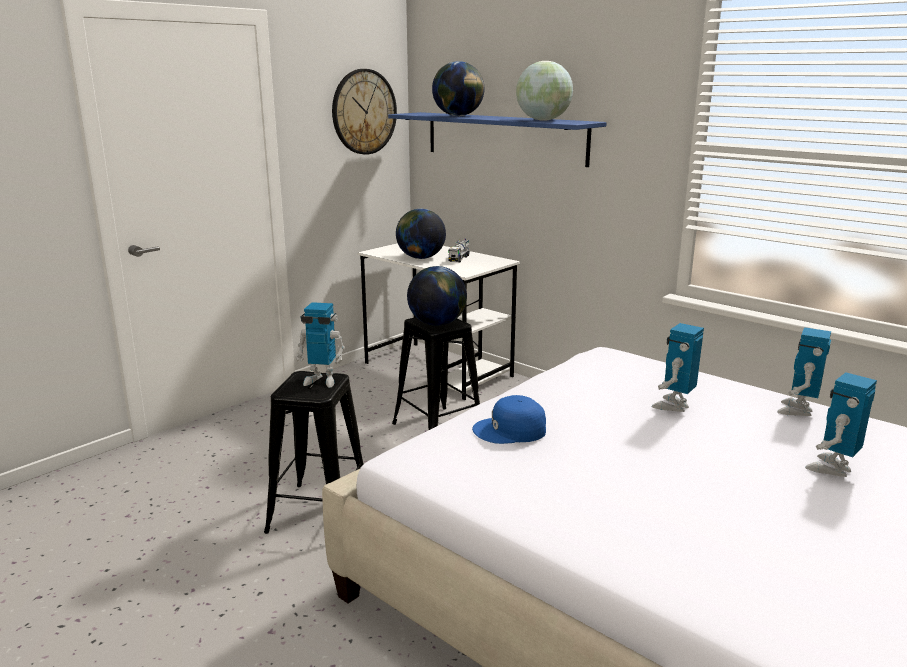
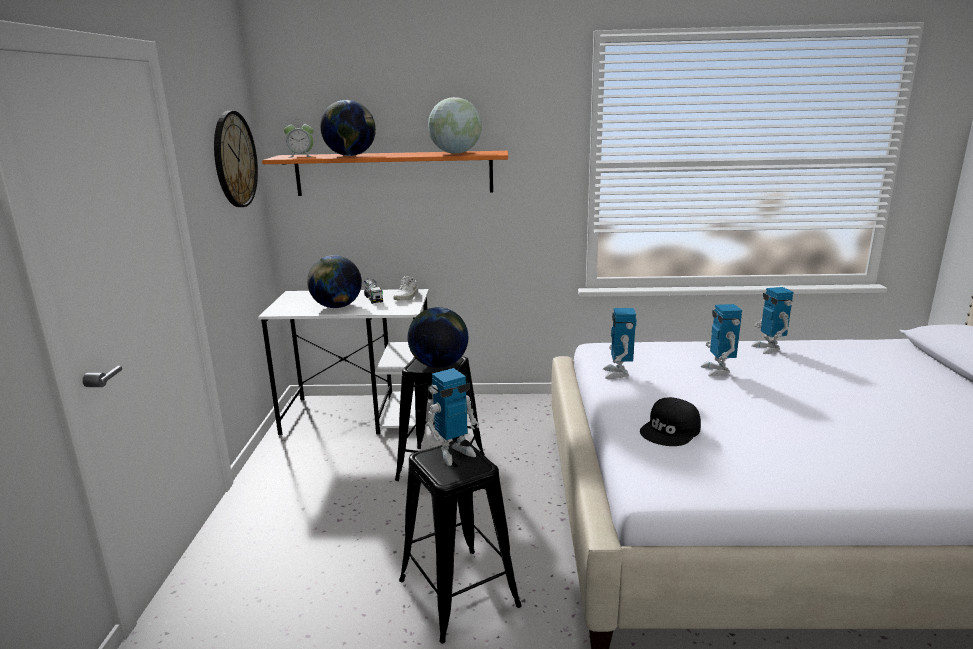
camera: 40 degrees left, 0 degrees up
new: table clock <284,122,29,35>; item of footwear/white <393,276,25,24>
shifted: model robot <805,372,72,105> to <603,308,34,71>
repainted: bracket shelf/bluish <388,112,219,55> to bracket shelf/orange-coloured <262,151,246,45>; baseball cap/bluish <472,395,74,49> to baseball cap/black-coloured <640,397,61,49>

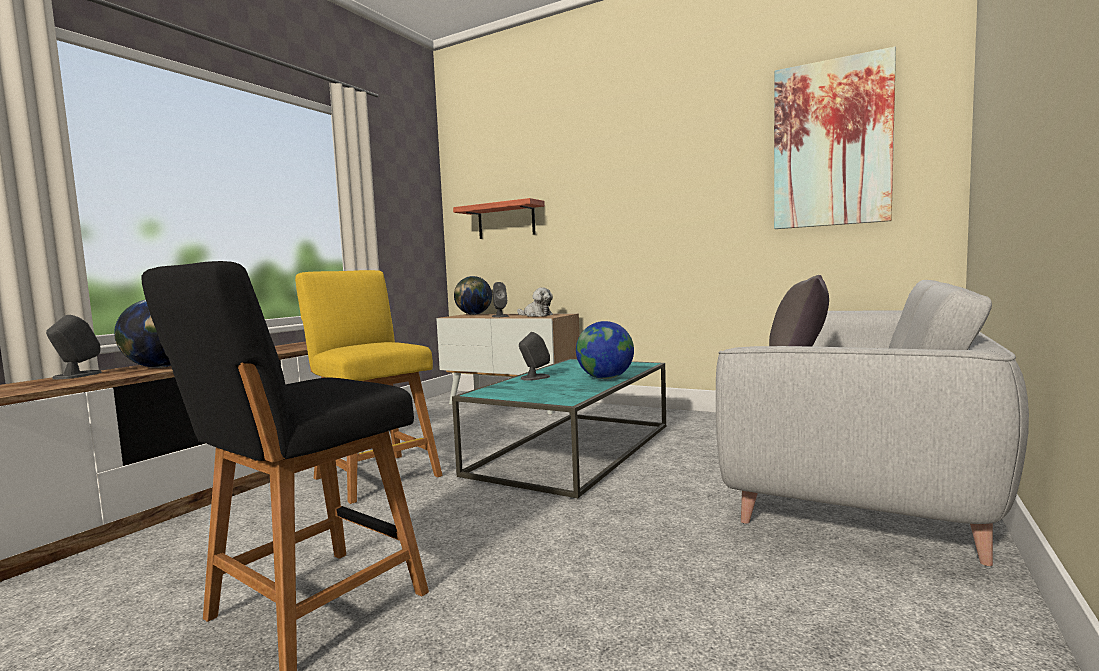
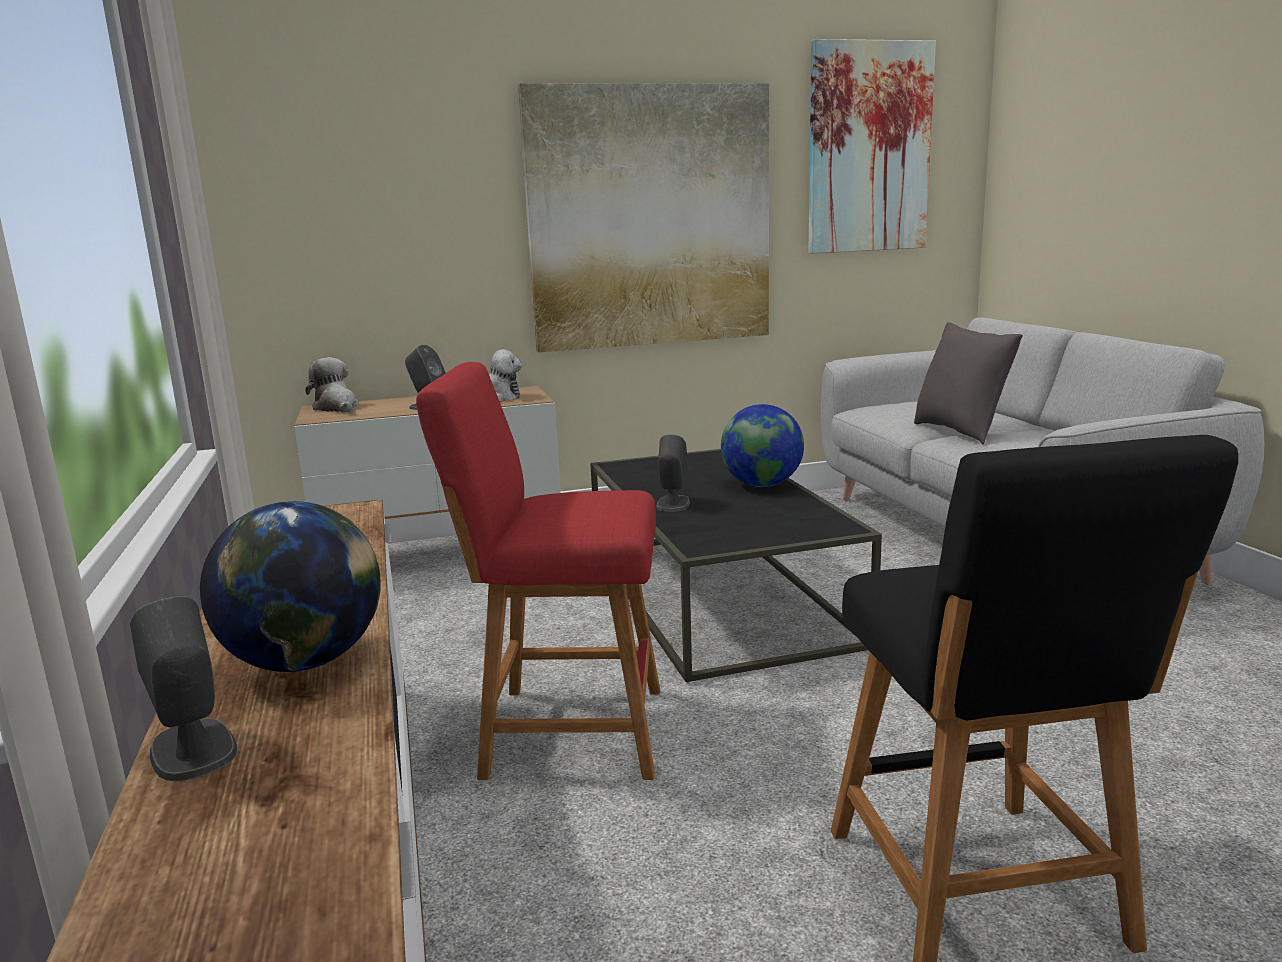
camera: 45 degrees left, 10 degrees up
gone: bracket shelf <453,198,92,41>
new: picture <518,83,251,269>
swapped: globe <454,276,38,39> to cuddly toy <305,357,54,56>
repainted: sitting stool/yellow <295,270,148,234> to sitting stool/red <416,362,244,418>; lounge table/blue-green <452,359,214,140> to lounge table/black-coloured <590,449,292,234>

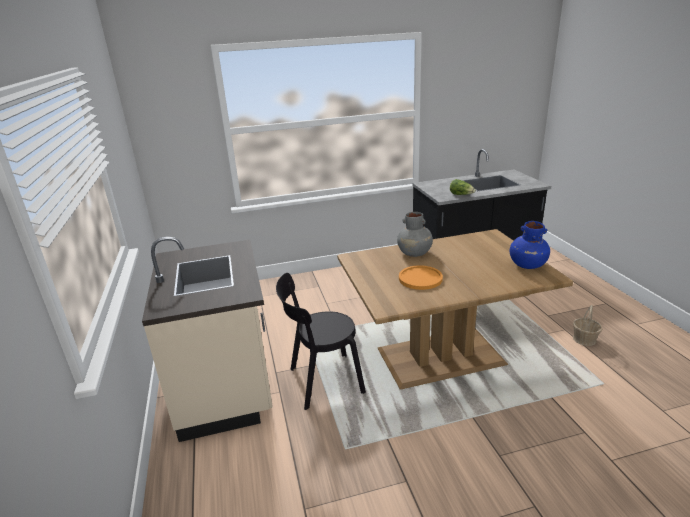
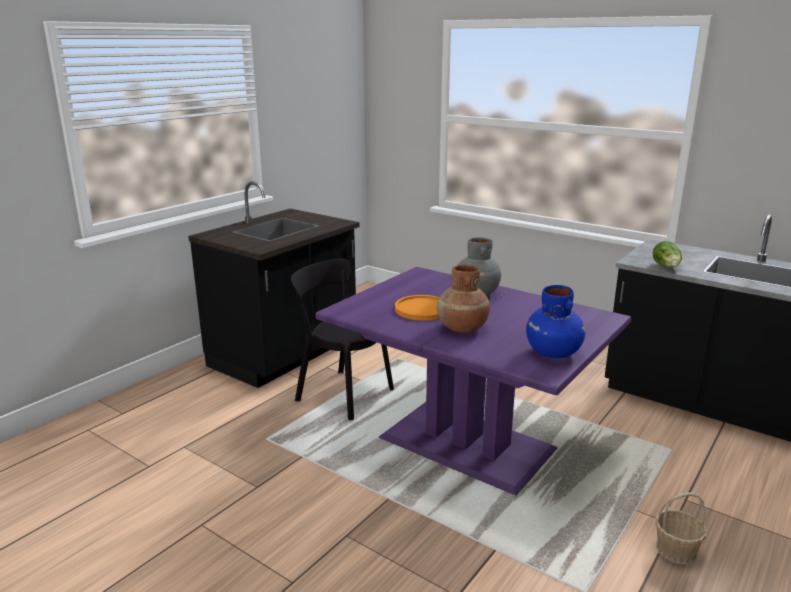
camera: 50 degrees right, 5 degrees down
new: vase/brown <437,265,53,68>
repainted: kitchen counter/beige-coloured <142,237,131,205> to kitchen counter/black-coloured <188,181,172,207>; dining table/brown <337,229,236,161> to dining table/purple <315,267,316,228>

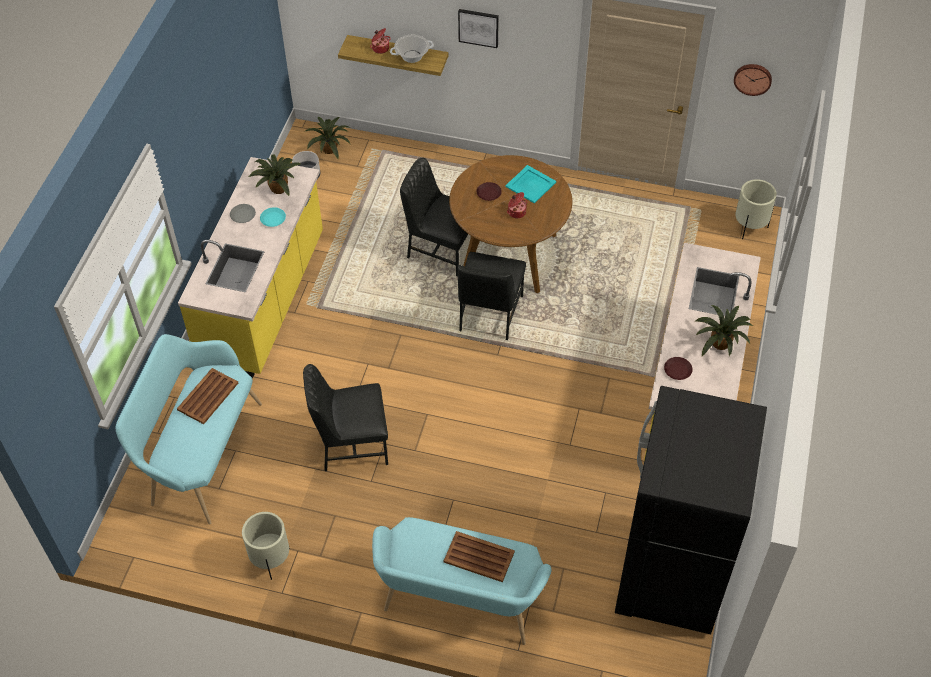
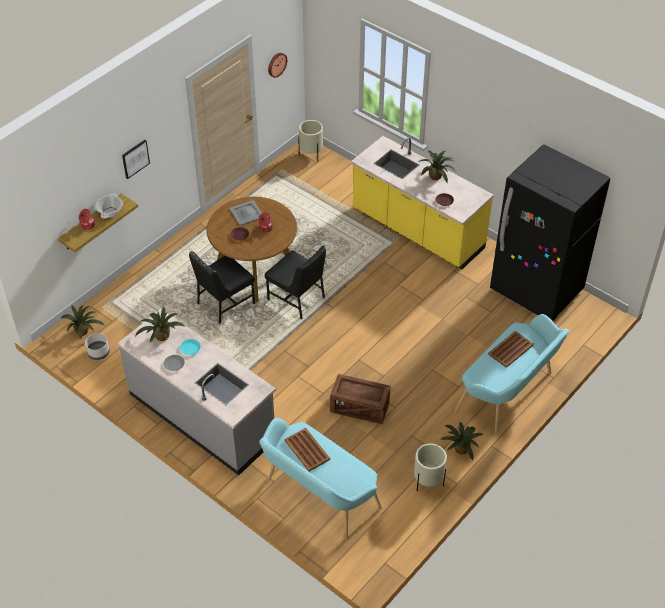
camera: 65 degrees left, 5 degrees down
new: plant in a pot <441,422,42,39>
swapped: plain chair/black-coloured <303,364,85,107> to packing crate <330,374,60,50>
repainted: kitchen counter/yellow <178,157,145,222> to kitchen counter/gray <118,309,158,166>; serving tray/blue-green <505,165,51,39> to serving tray/gray <229,200,33,26>

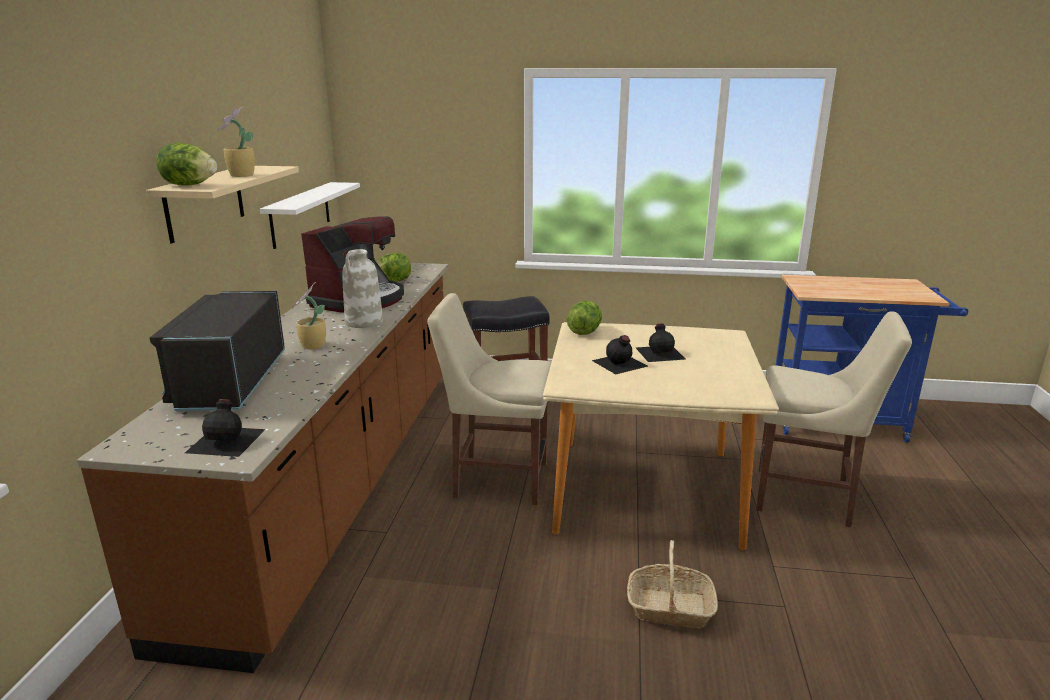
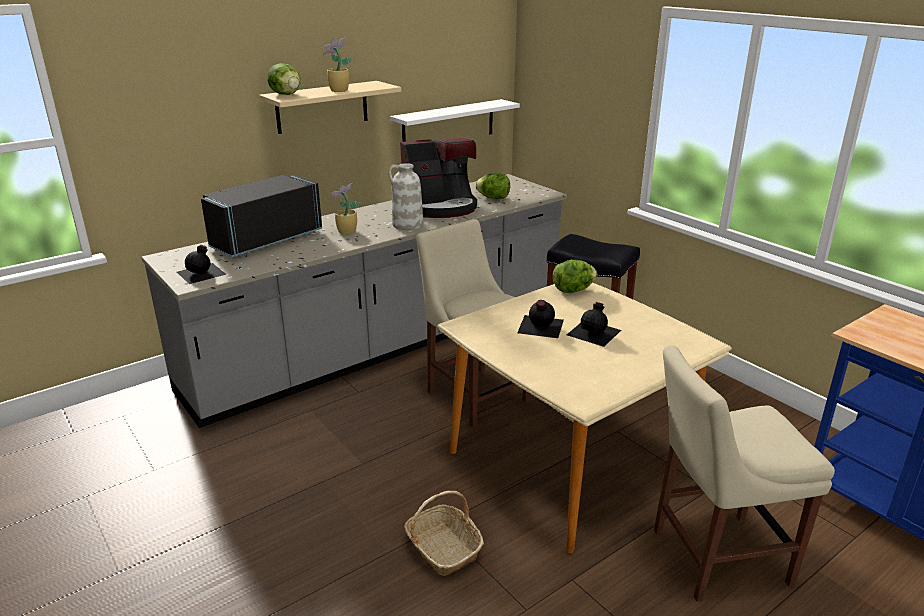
camera: 45 degrees right, 5 degrees up
repainted: kitchen counter/brown <77,263,371,410> to kitchen counter/gray <141,174,426,254>
rotated: plain chair/beige-coloured <756,311,156,216> = <654,345,181,257> 105 degrees clockwise

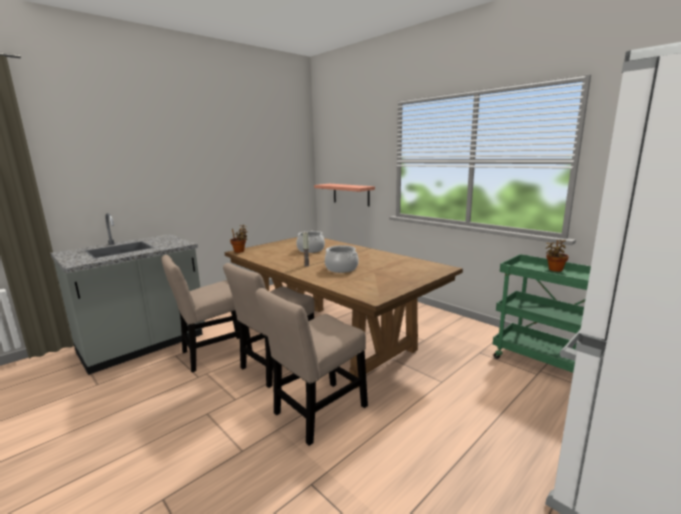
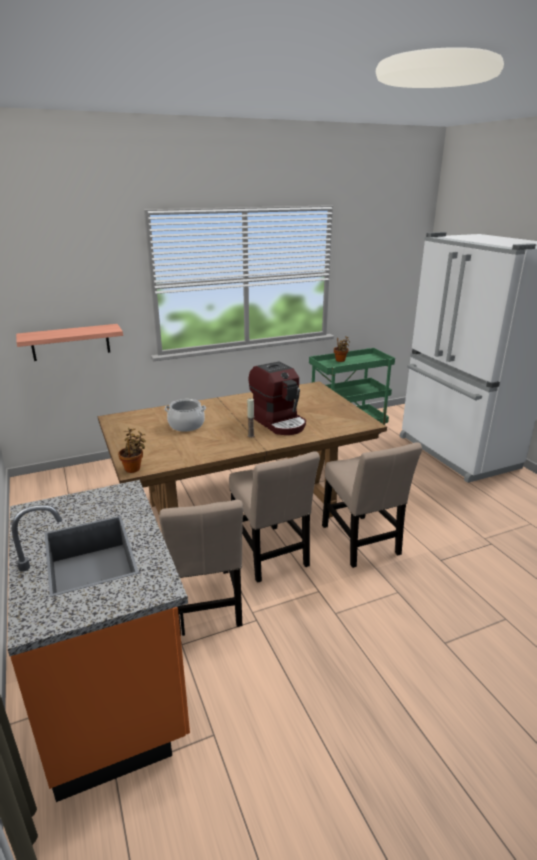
camera: 70 degrees left, 10 degrees up
swapped: cooking pot <325,245,34,28> to coffee maker <249,362,57,73>
repainted: kitchen counter/gray <50,213,155,162> to kitchen counter/orange-coloured <8,480,182,322>

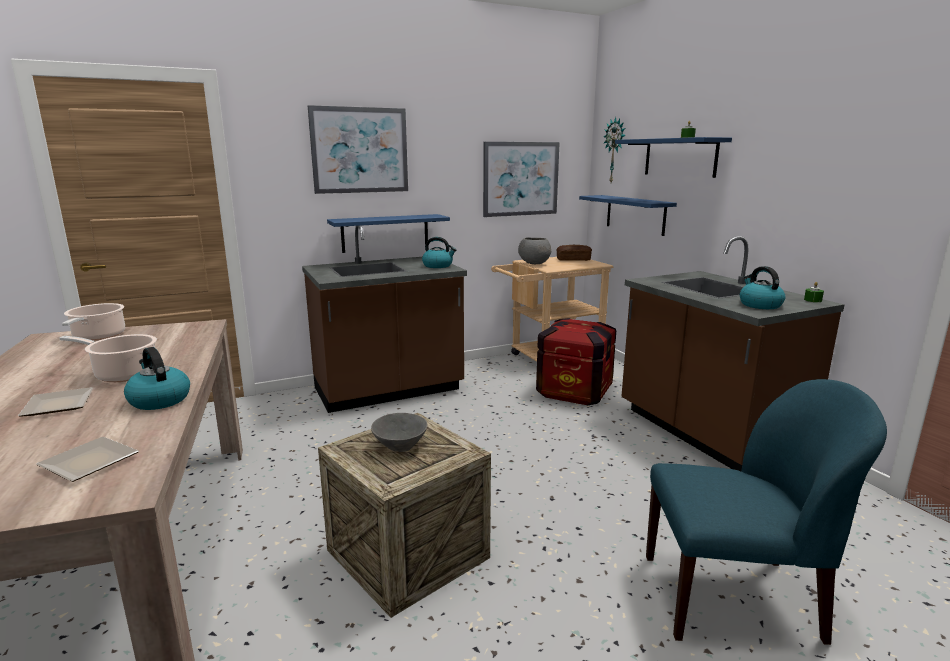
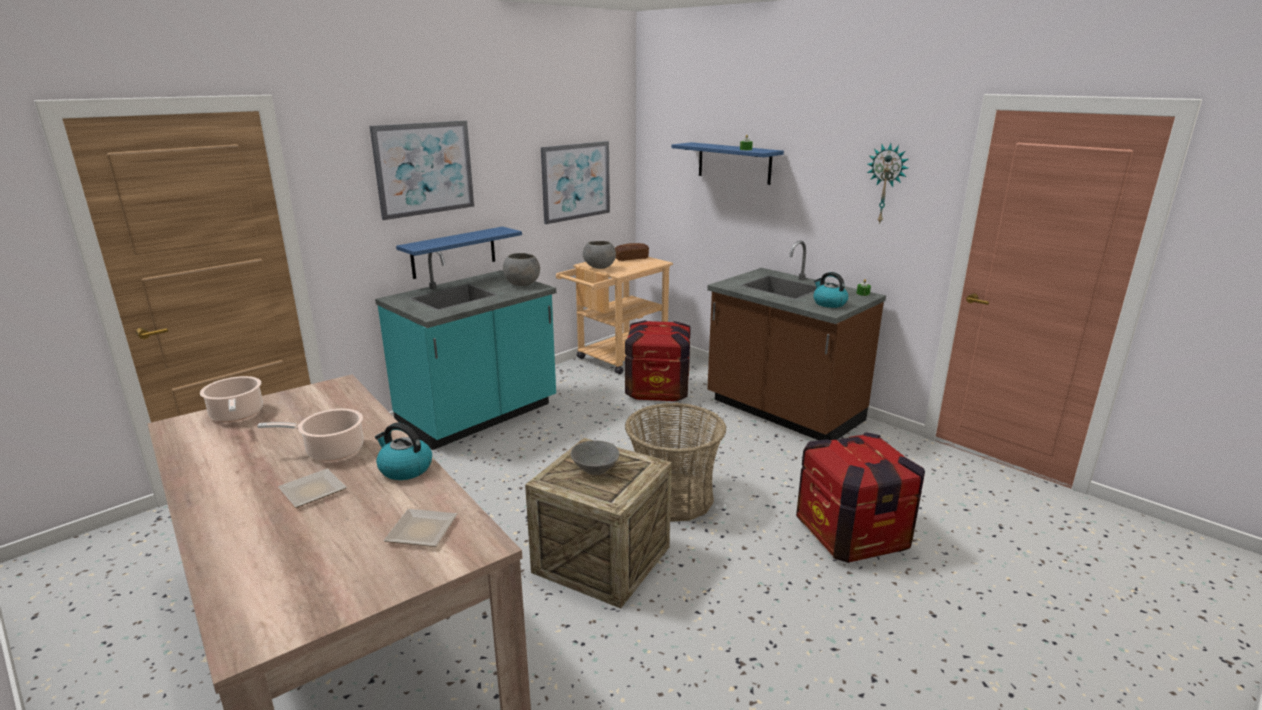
camera: 20 degrees left, 5 degrees up
gone: bracket shelf/bluish <579,195,98,41>
new: household basket <625,403,101,119>
shifted: clock on the wall <603,117,23,65> to <867,143,41,82>
swapped: kettle <422,237,35,31> to deep dish/gray <503,253,37,33>; plain chair/bluish <646,379,241,266> to packing crate <796,432,129,131>
repainted: kitchen counter/brown <302,226,165,187> to kitchen counter/blue-green <375,251,181,199>

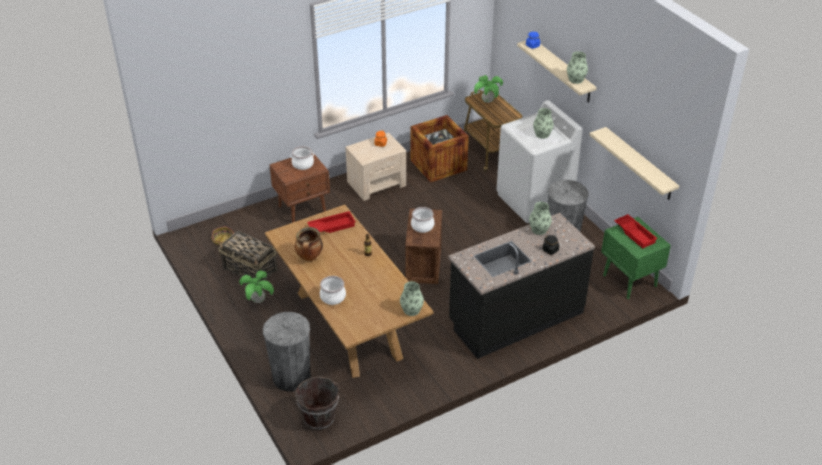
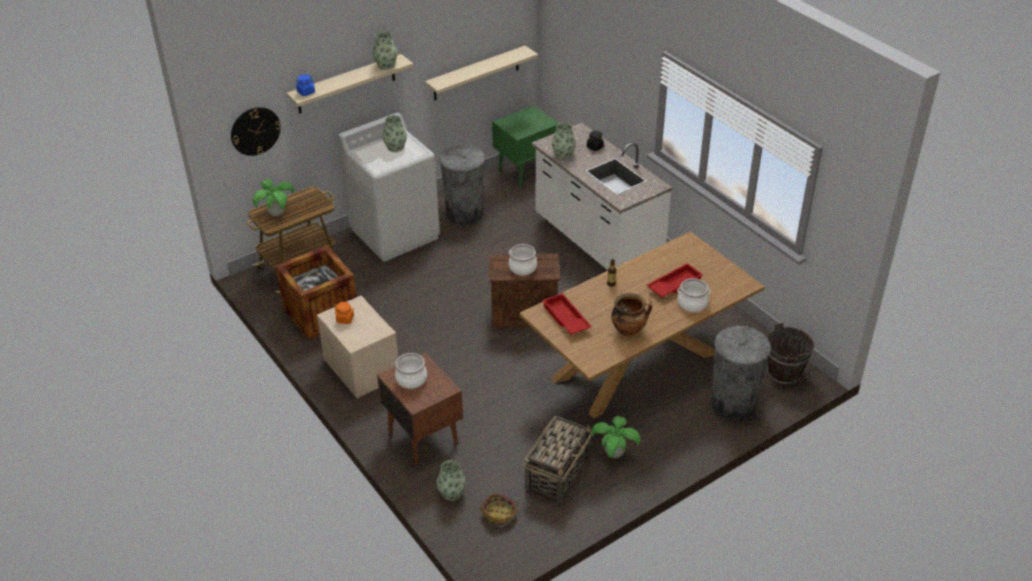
camera: 95 degrees left, 0 degrees up
new: clock on the wall <231,107,50,49>
shifted: vase <400,281,24,35> to <437,460,29,41>; serving tray/red <614,214,44,34> to <646,263,57,34>
repainted: kitchen counter/black-coloured <448,213,147,146> to kitchen counter/white <532,123,140,147>

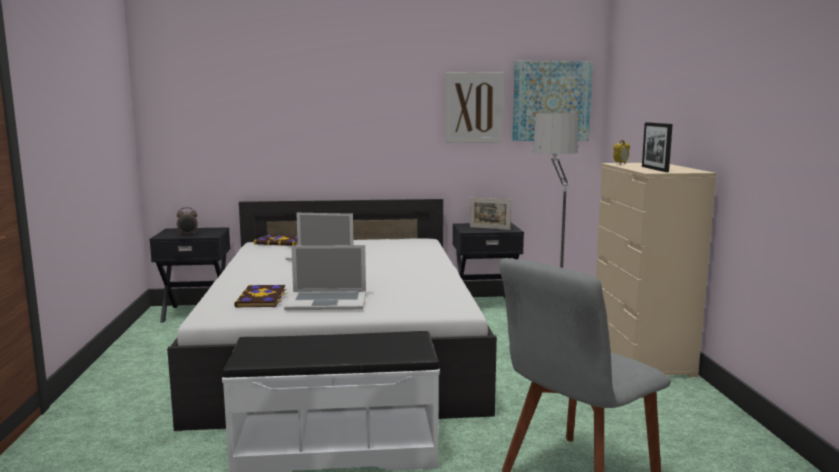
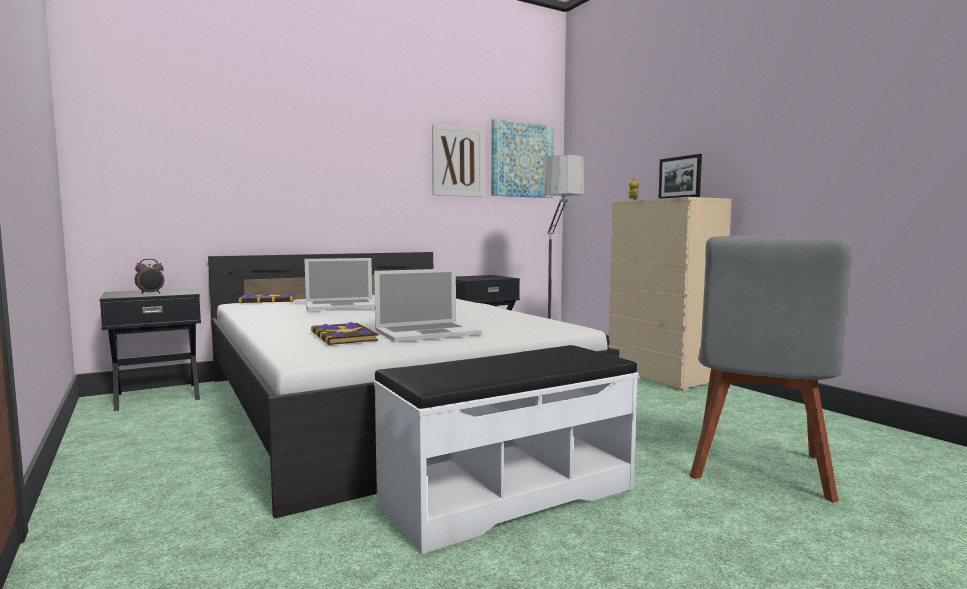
camera: 25 degrees left, 5 degrees down
gone: standing frame <470,198,41,32>

